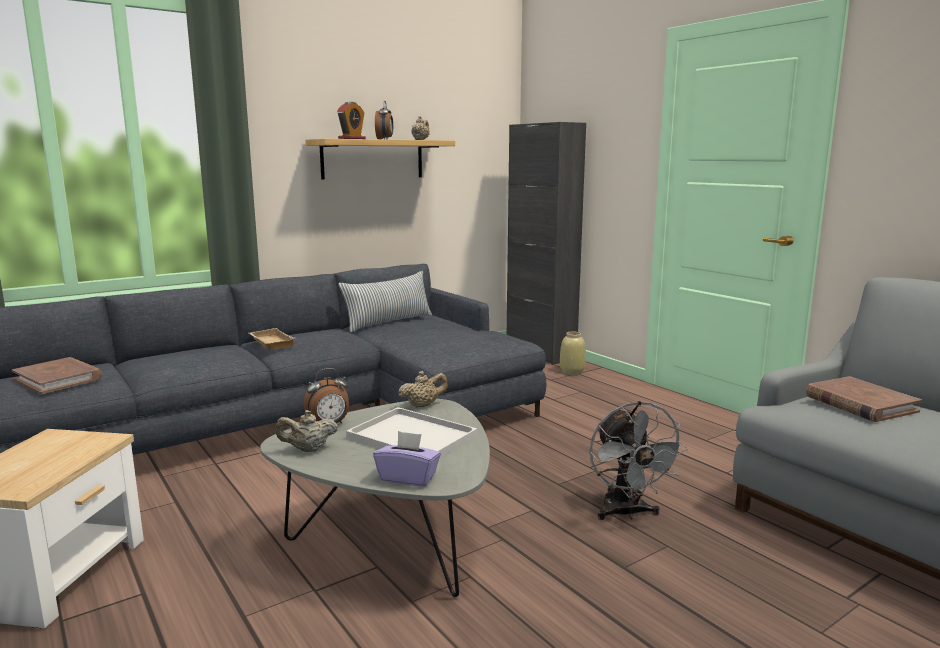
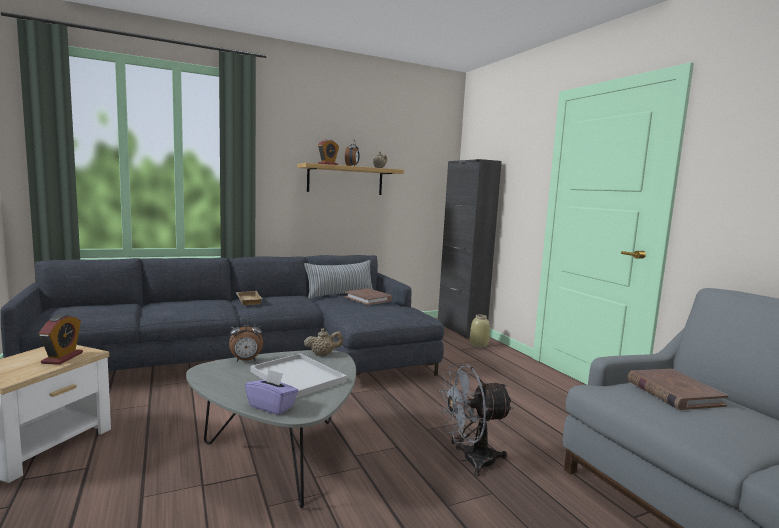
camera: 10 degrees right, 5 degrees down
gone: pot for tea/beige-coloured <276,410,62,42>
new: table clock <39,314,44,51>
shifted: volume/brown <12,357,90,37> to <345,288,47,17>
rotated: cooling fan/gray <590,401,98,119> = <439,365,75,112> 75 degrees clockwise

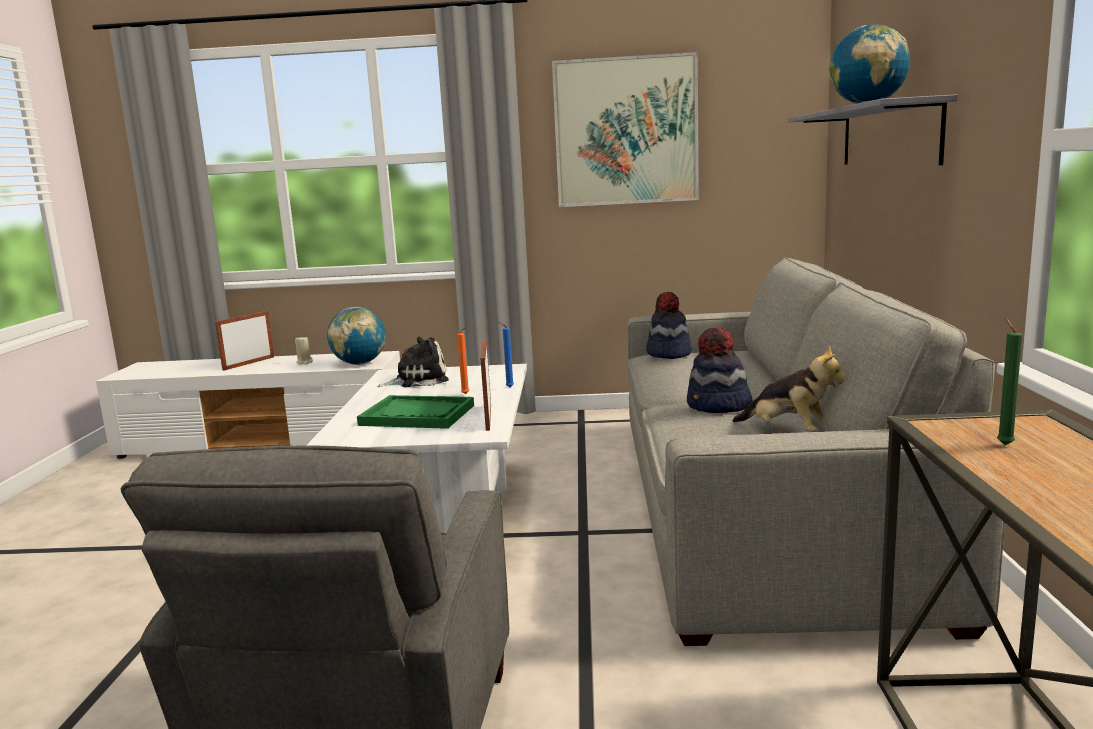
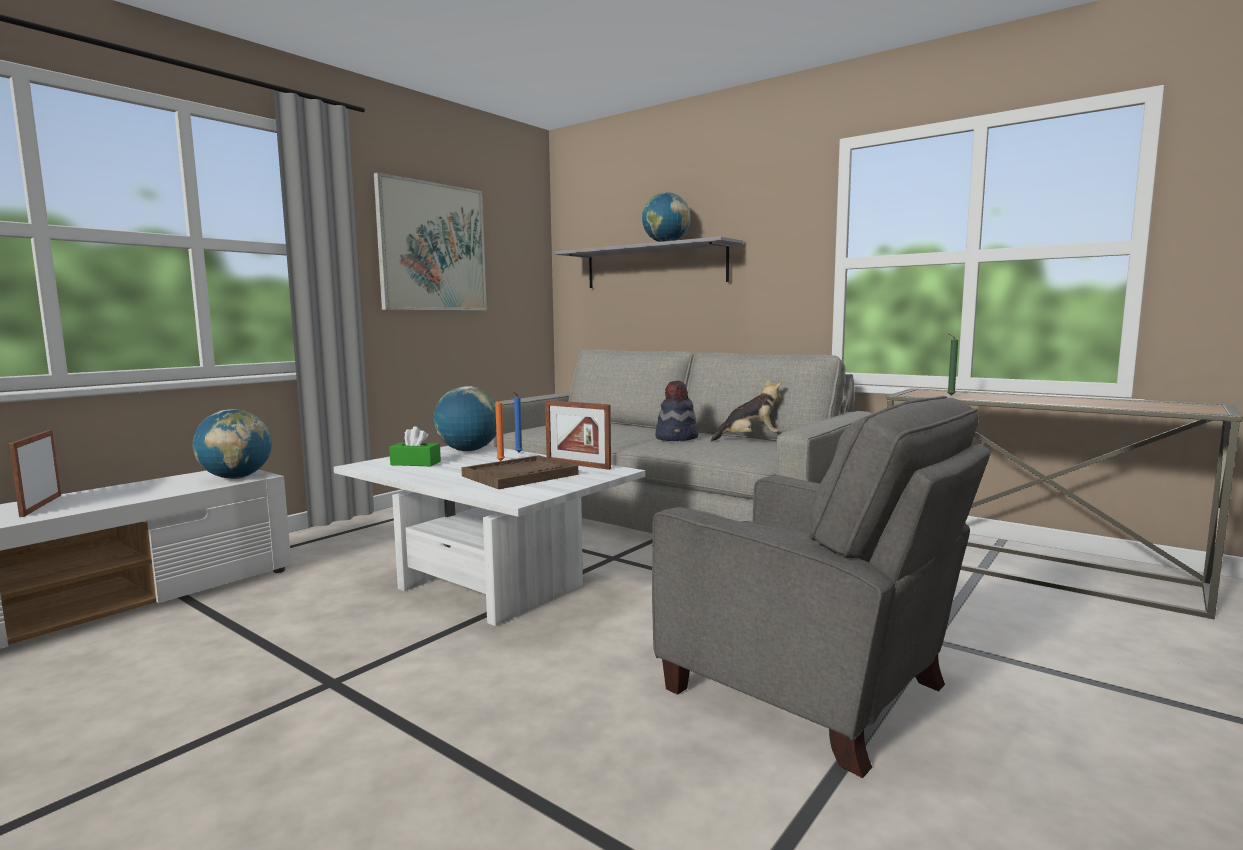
camera: 55 degrees left, 5 degrees down
gone: candle/beige-coloured <295,335,18,30>; clothing hat <646,292,46,67>
new: globe <434,386,62,65>
swapped: cuddly toy <377,337,72,50> to tissue holder/green-coloured <389,426,52,40>
repainted: serving tray/green-coloured <357,395,117,34> to serving tray/brown <461,455,117,35>

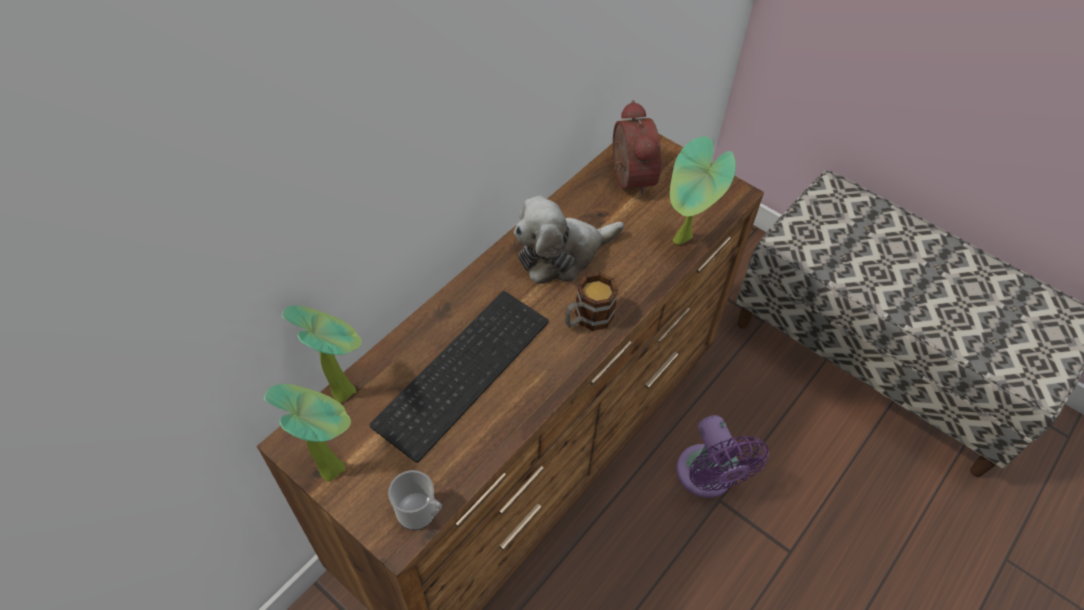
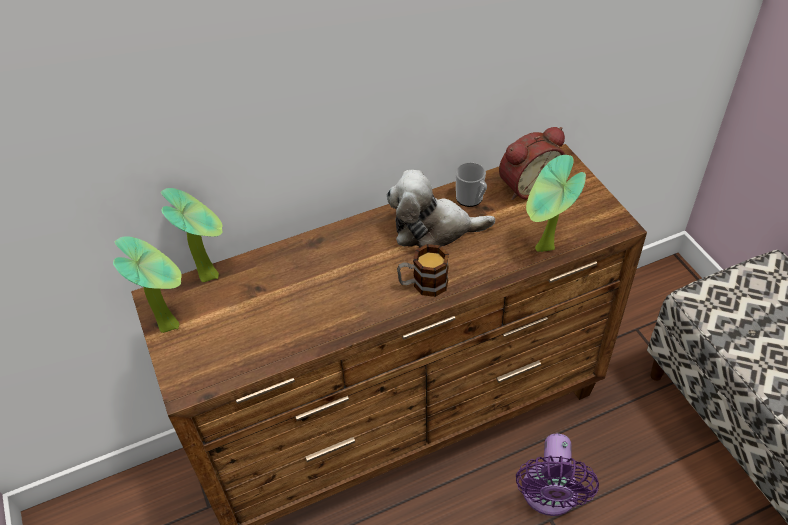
camera: 30 degrees right, 5 degrees down
gone: computer keyboard <370,291,179,172>
shifted: tea mug <388,470,54,60> to <455,162,32,45>
rotated: table clock <613,100,48,96> = <499,127,66,73> 45 degrees clockwise

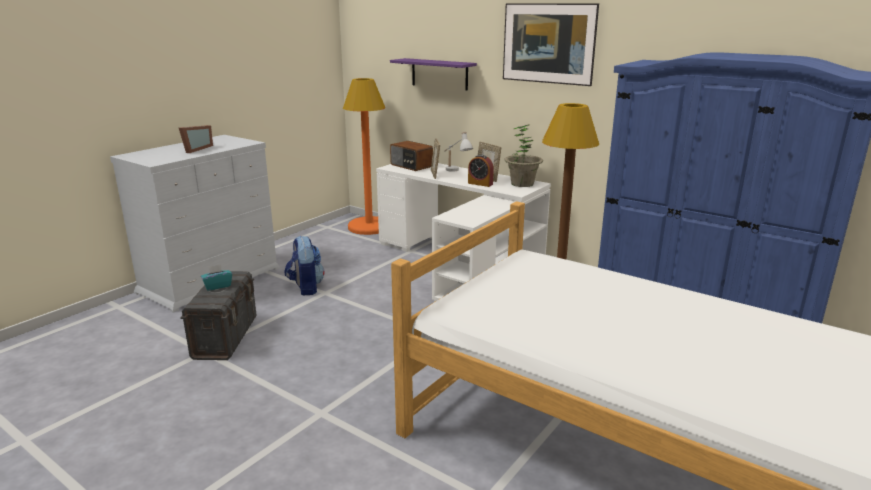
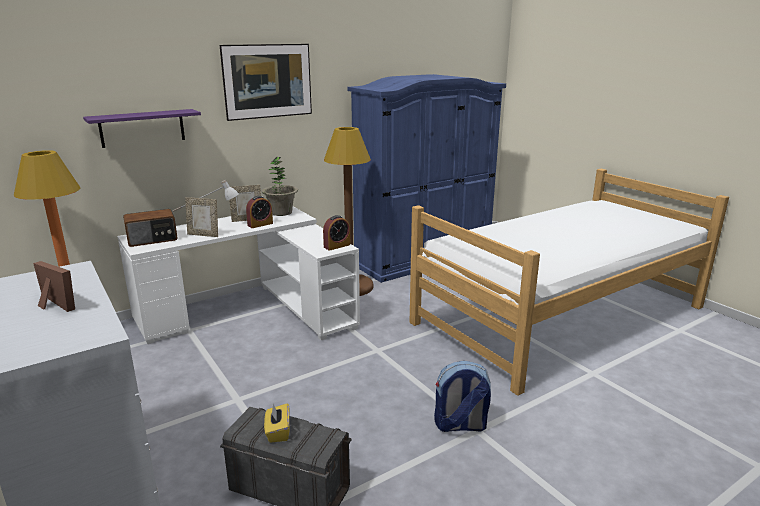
camera: 70 degrees left, 0 degrees up
new: table clock <323,215,27,36>
shifted: backpack <284,236,40,59> to <434,361,57,71>
repainted: tissue holder/blue-green <201,264,31,27> to tissue holder/yellow <264,403,26,40>

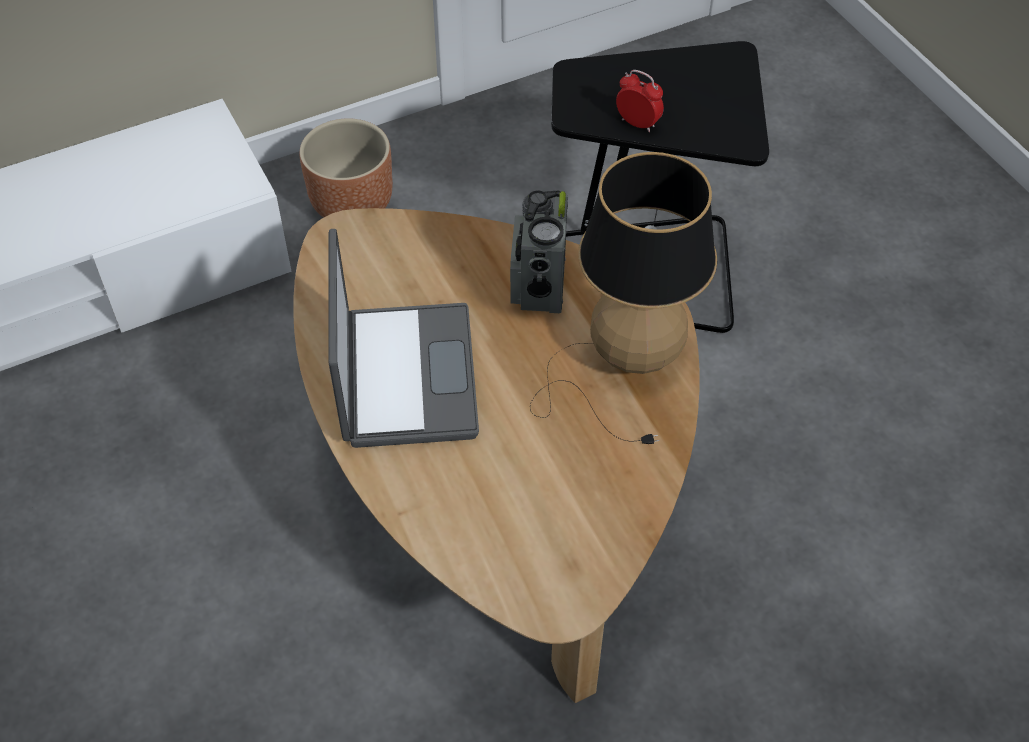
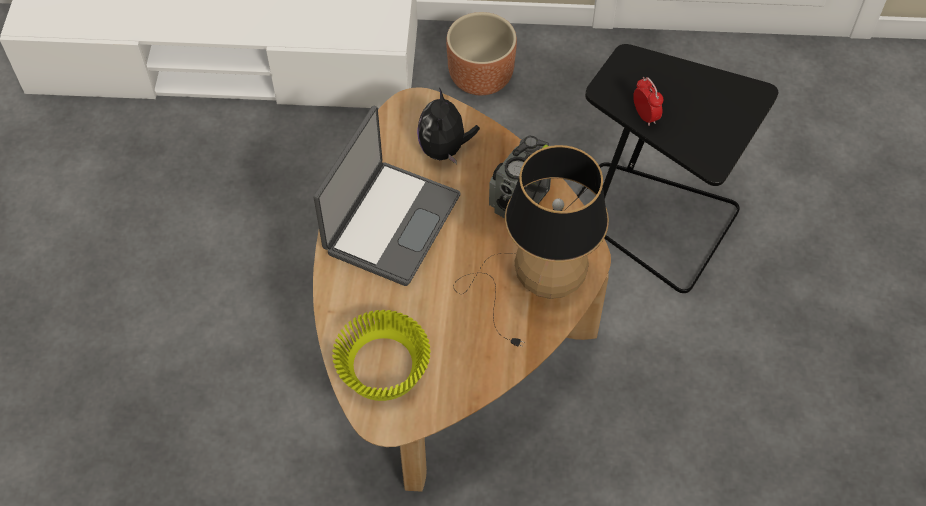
camera: 30 degrees right, 5 degrees up
new: deep dish/yellow <332,310,99,91>; cuddly toy <417,87,63,77>

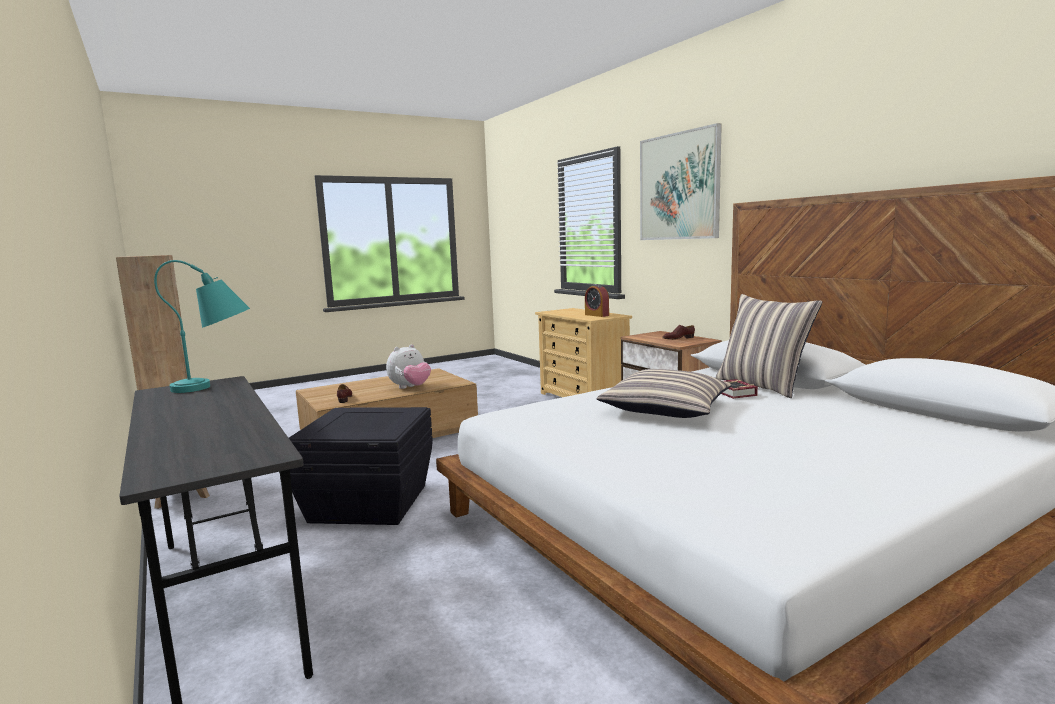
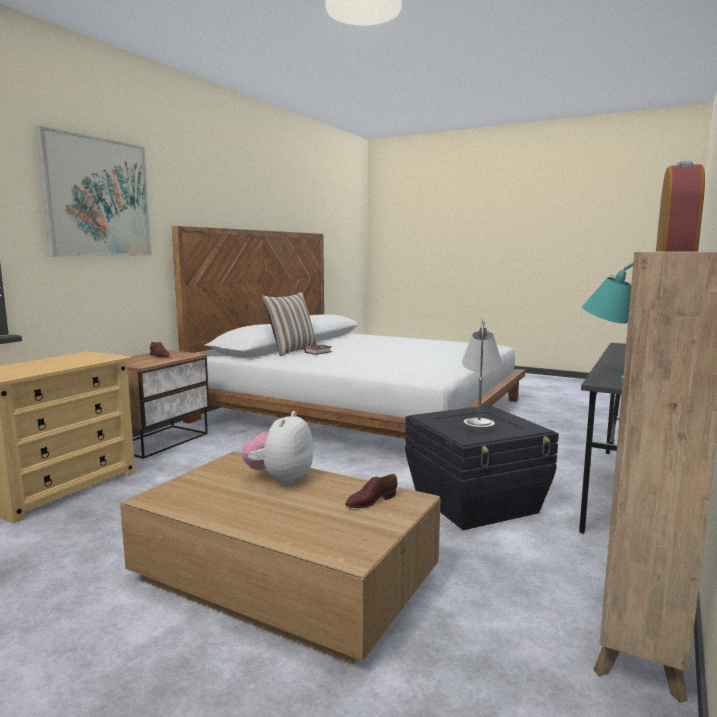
camera: 120 degrees left, 0 degrees up
gone: cushion <597,369,135,49>
new: lamp for a table/gray <462,317,40,115>
shifted: table clock <585,284,24,33> to <656,160,49,92>
rotated: cuddly toy <386,344,45,45> = <242,411,71,74> 90 degrees counterclockwise

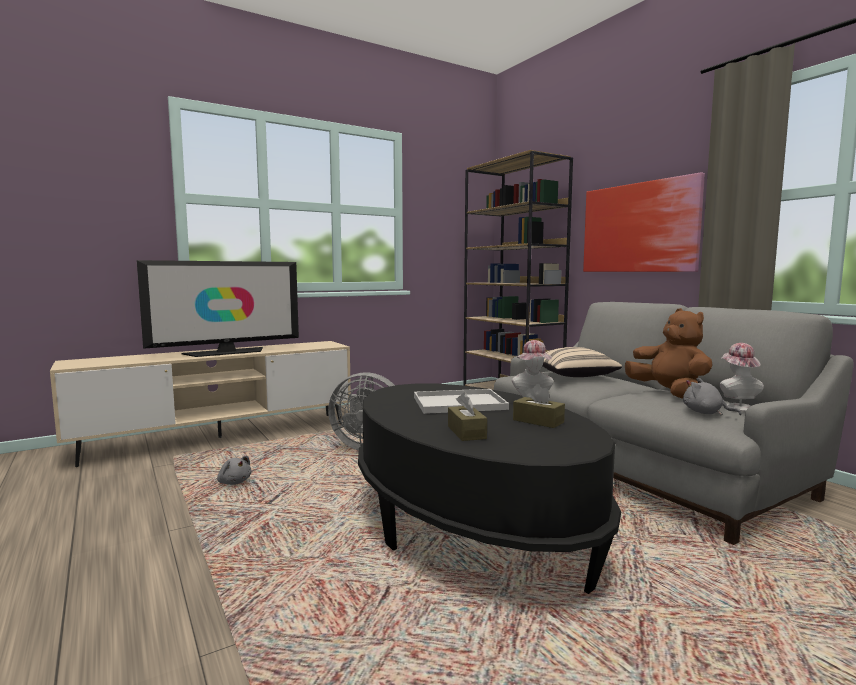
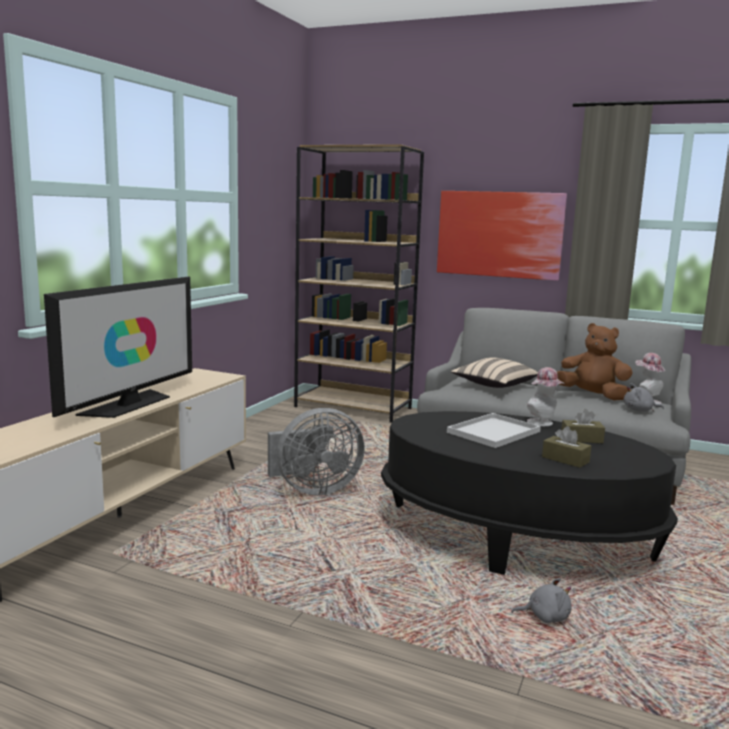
camera: 35 degrees left, 5 degrees up
shifted: cuddly toy/gray <217,456,35,29> to <511,578,61,45>

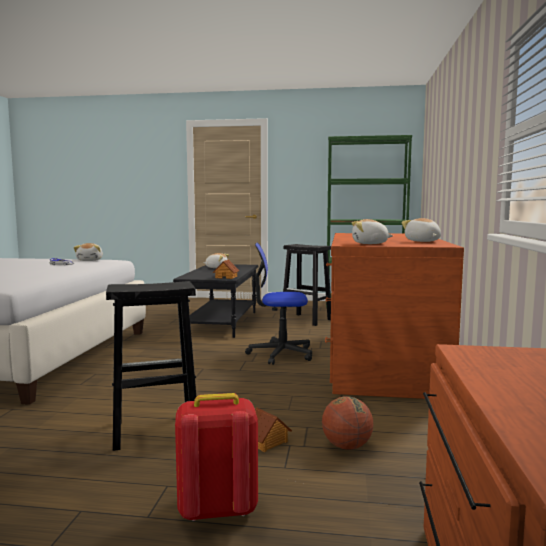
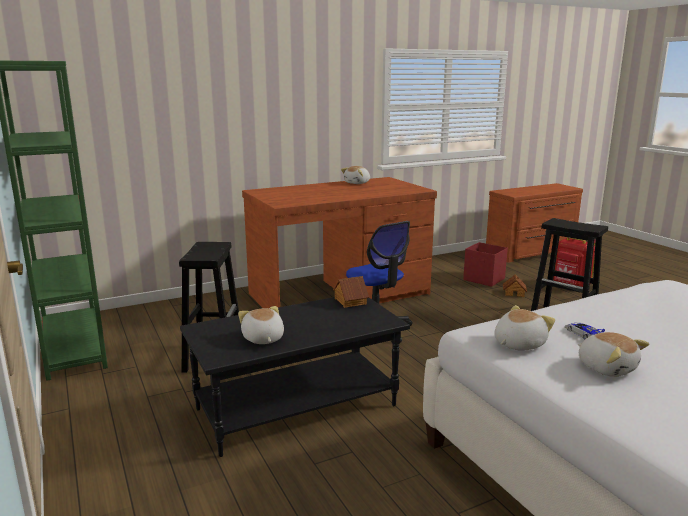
camera: 125 degrees left, 10 degrees up
shifted: cuddly toy <352,219,41,25> to <578,332,71,45>
swapped: ball for basketball <322,396,51,54> to storage bin/red <463,242,45,45>

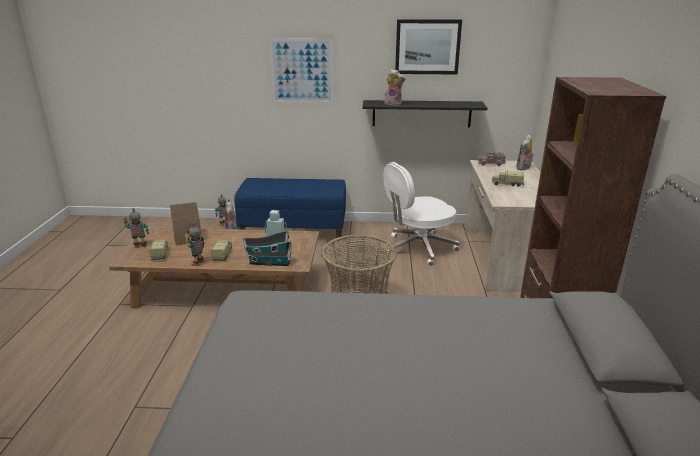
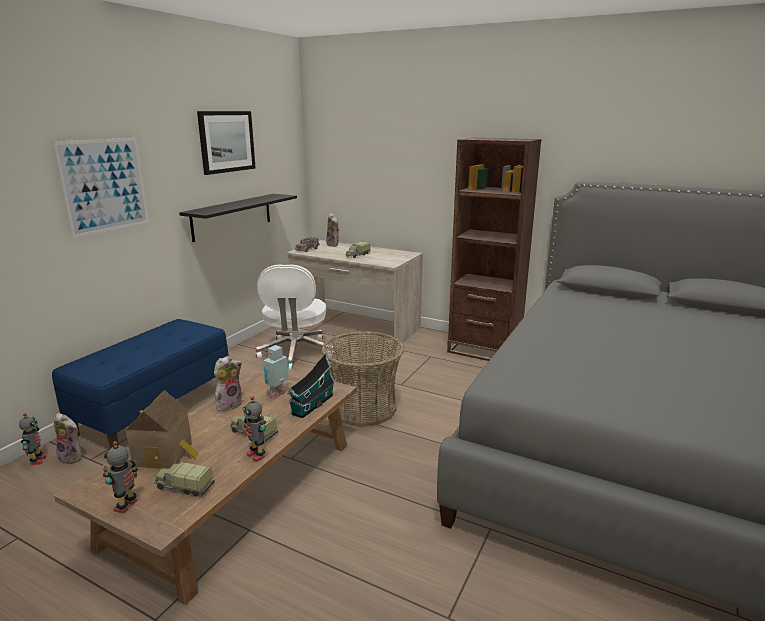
camera: 65 degrees left, 5 degrees down
shifted: cuddly toy <384,69,21,37> to <214,356,28,55>

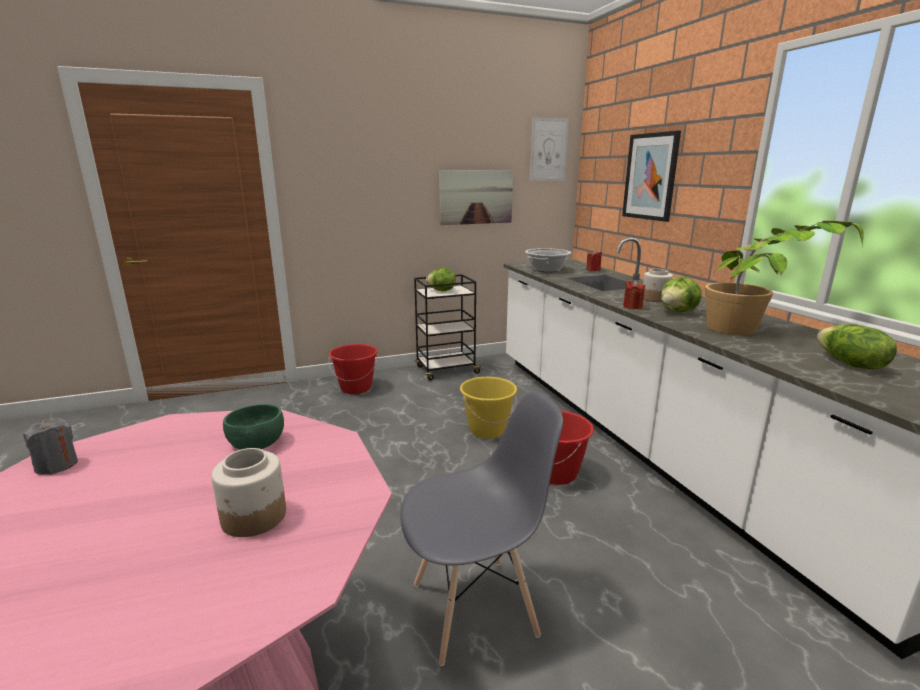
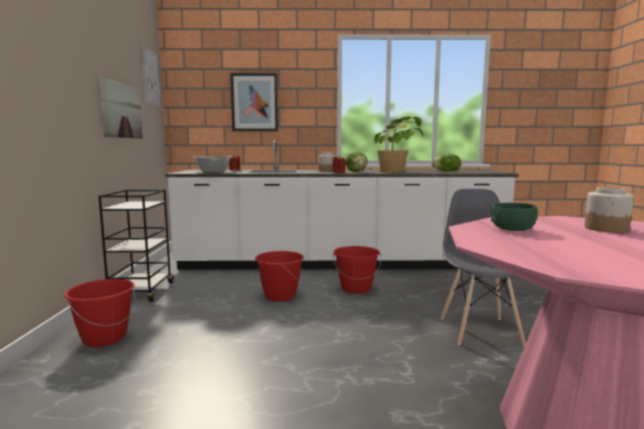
camera: 70 degrees left, 10 degrees down
gone: candle/gray <23,419,55,56>; lettuce <426,268,30,23>
repainted: pail/yellow <460,377,57,62> to pail/red <255,251,49,51>

